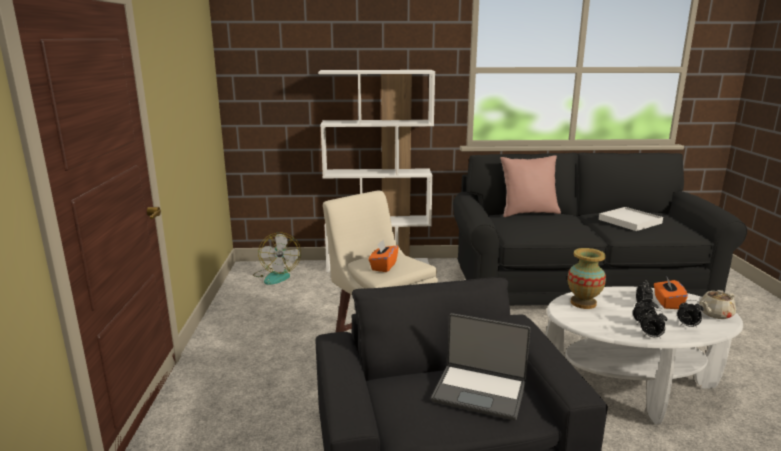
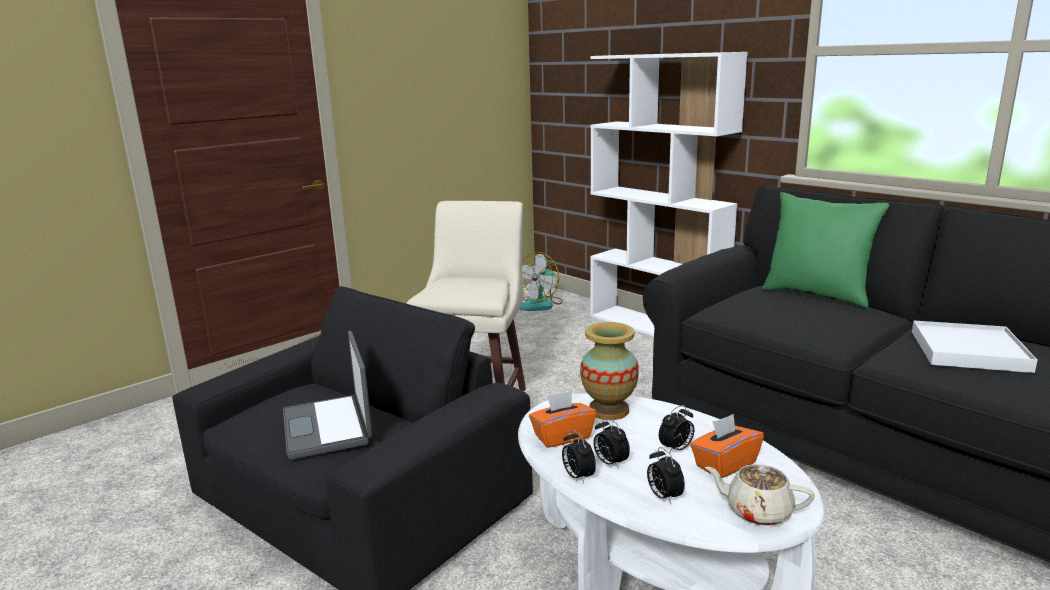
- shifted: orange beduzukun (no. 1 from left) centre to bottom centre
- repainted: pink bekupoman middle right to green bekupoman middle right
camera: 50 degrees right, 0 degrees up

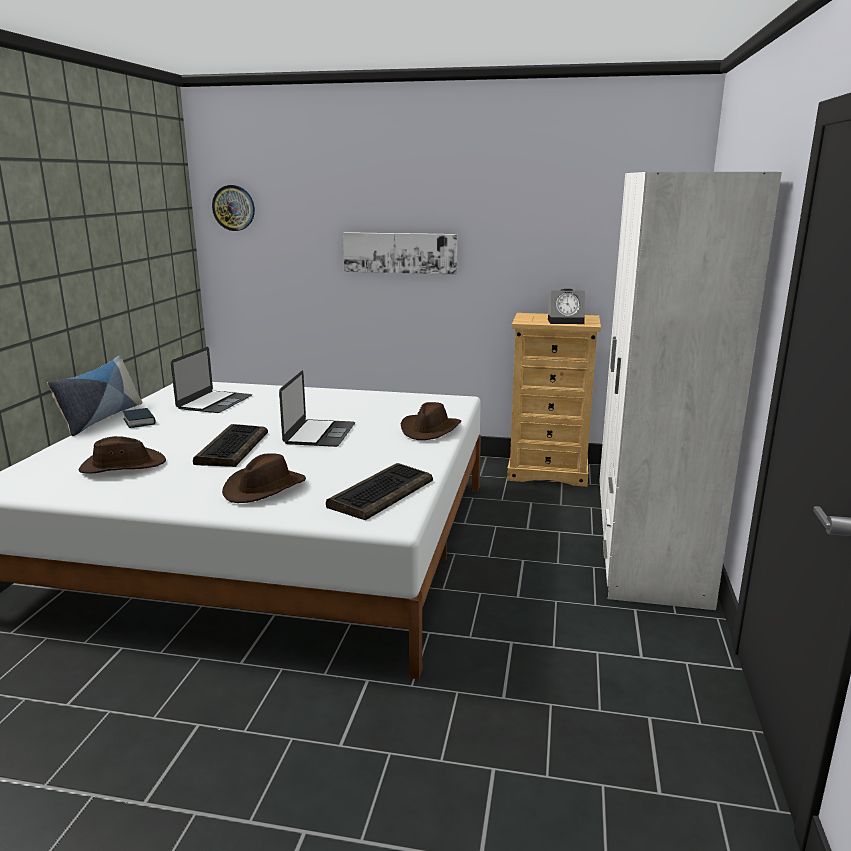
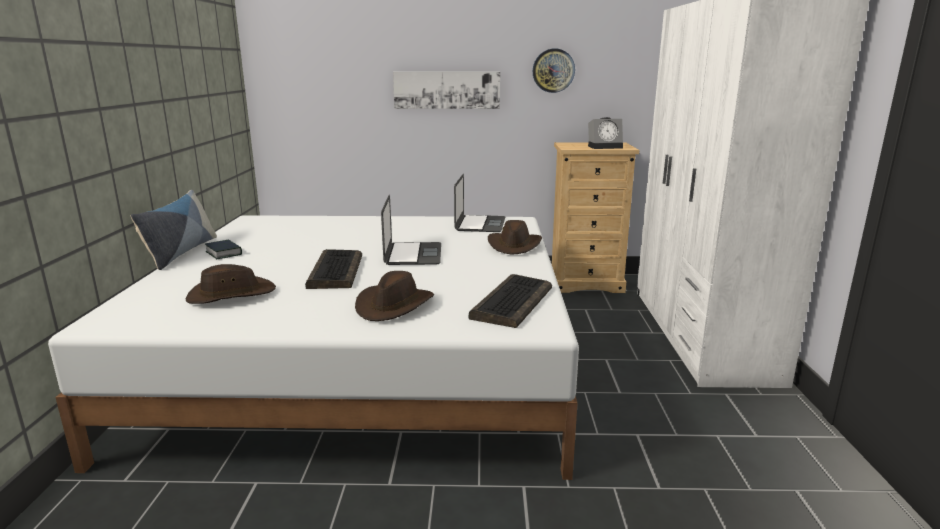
- shifted: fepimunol (no. 1 from left in the first image) middle left to fepimunol (no. 2 from left) centre
- shifted: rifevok top left to top centre
camera: 10 degrees left, 0 degrees up

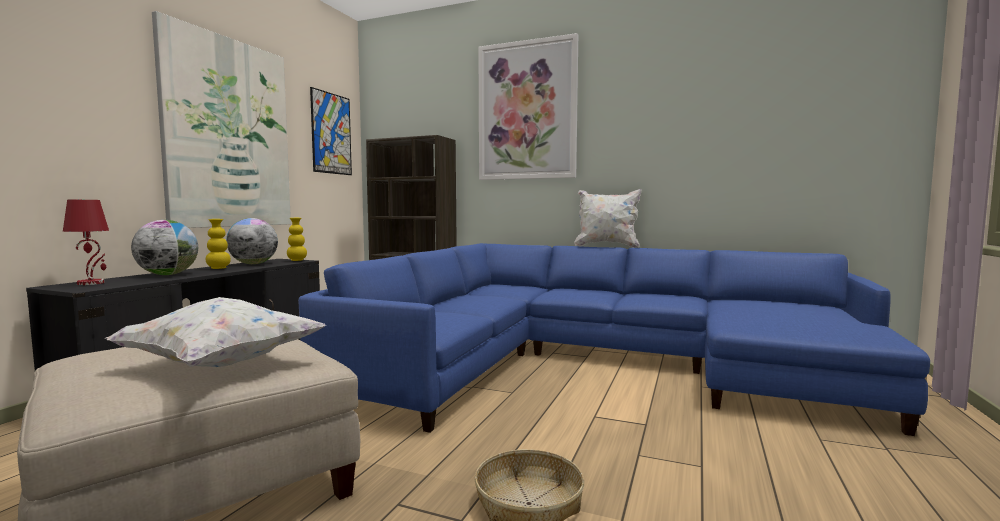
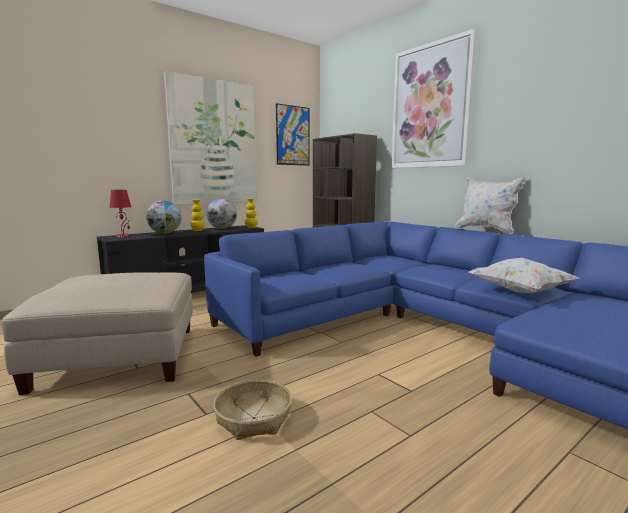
- shifted: white bekupoman (no. 1 from left in the first image) middle left to white bekupoman (no. 2 from left) middle right
camera: 30 degrees right, 5 degrees up

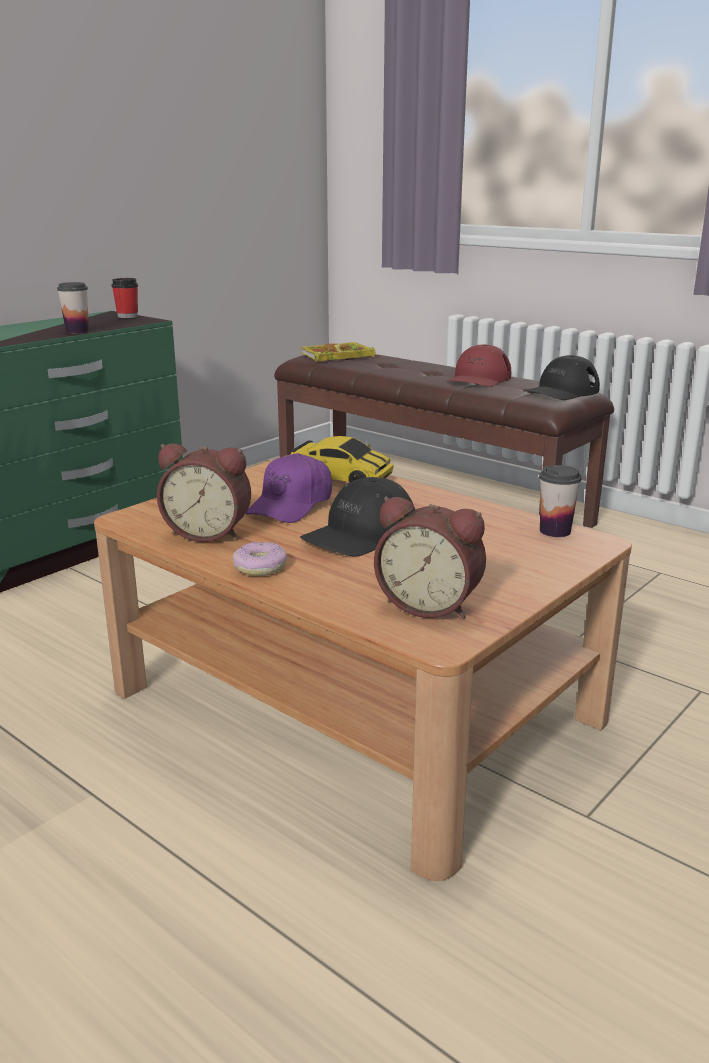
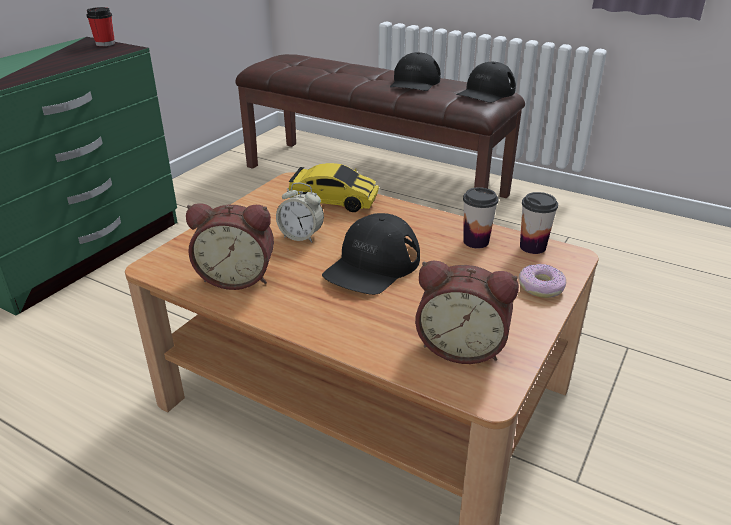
- shifted: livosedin (no. 1 from left in the first image) top left to livosedin (no. 2 from left) centre
- shifted: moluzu centre to middle right
- swapped: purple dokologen centre to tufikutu (no. 2 from left) centre
- gone: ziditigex top centre
- repainted: red dokologen middle right to black dokologen (no. 2 from left) top centre
camera: 10 degrees left, 10 degrees up

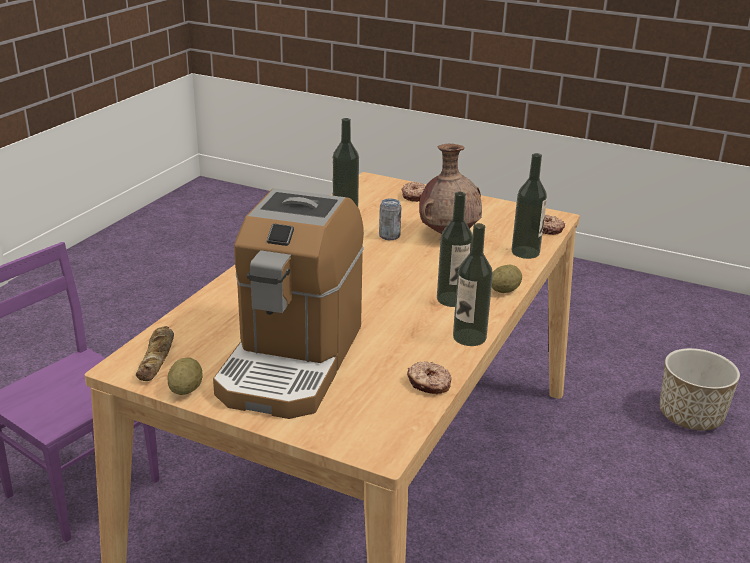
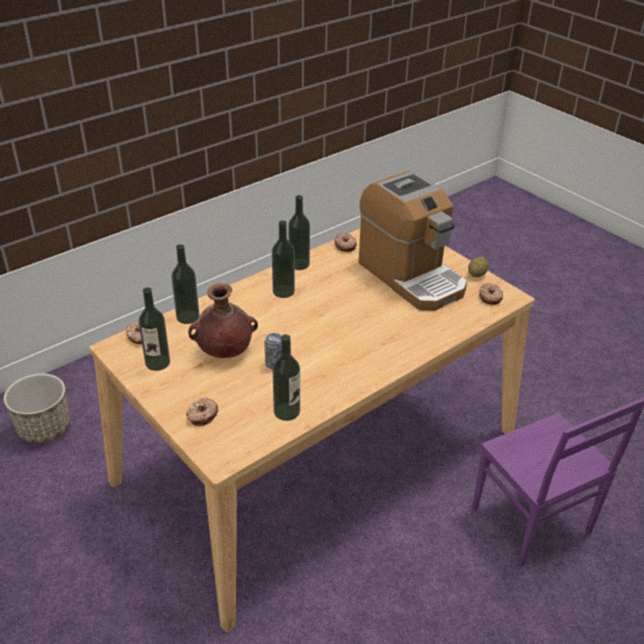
- swapped: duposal middle left to moluzu (no. 4 from left) middle right
- rotated: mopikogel centre = centre 105 degrees clockwise
- gone: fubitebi (no. 2 from left) middle right
- new: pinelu (no. 1 from left) middle left
camera: 155 degrees left, 10 degrees up

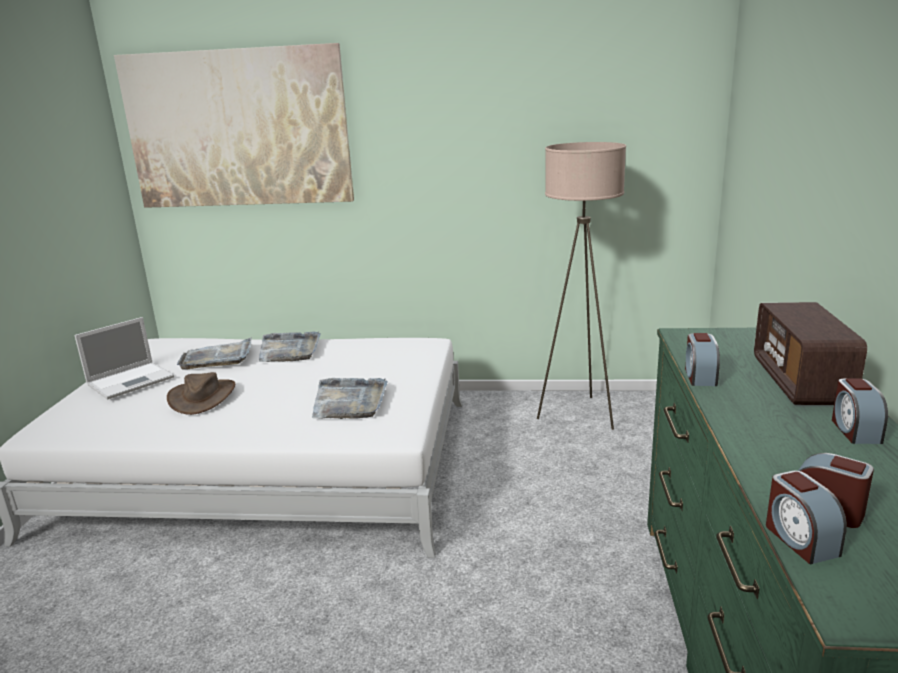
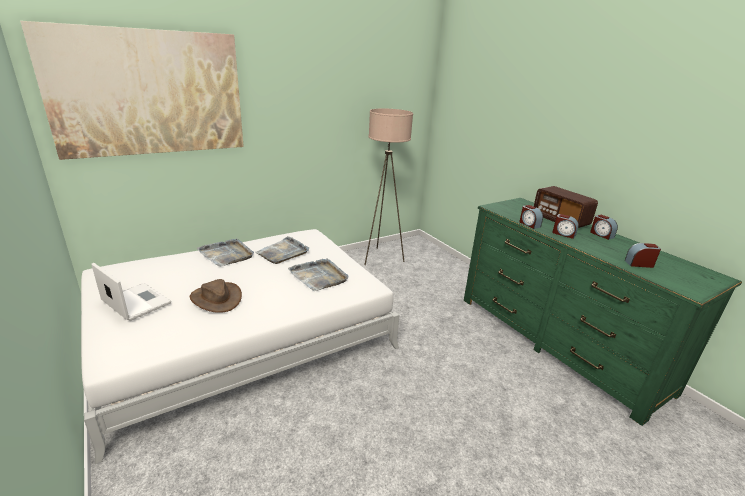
- rotated: fepimunol middle left = middle left 60 degrees counterclockwise
- shifted: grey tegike (no. 1 from left in the first image) middle left to grey tegike (no. 2 from left) centre
- shifted: tufikutu (no. 2 from left) bottom right to middle right
camera: 40 degrees left, 5 degrees up

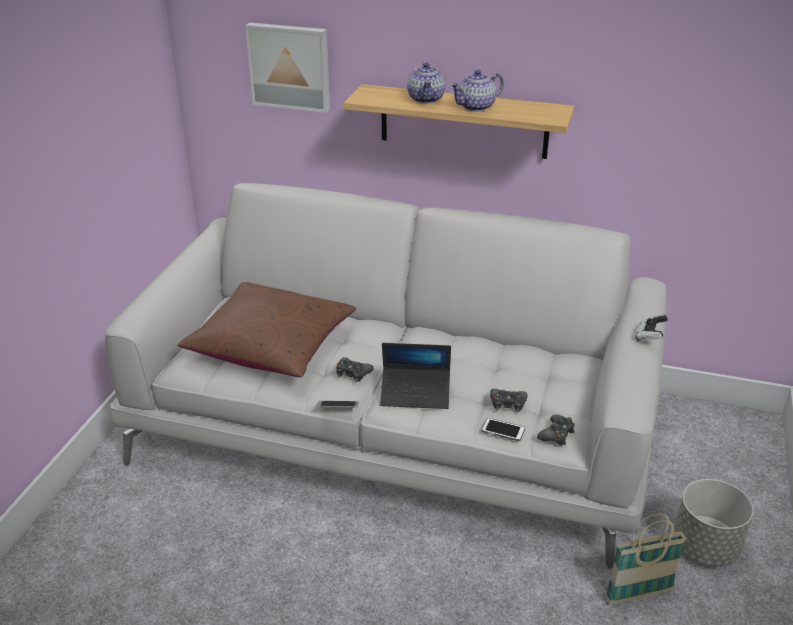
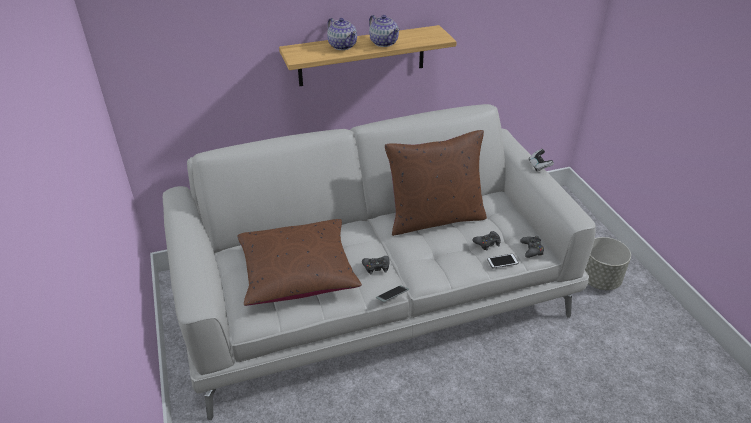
- gone: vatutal top centre
- gone: fepimunol centre
- rotated: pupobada (no. 2 from left) top centre = top centre 60 degrees counterclockwise
- gone: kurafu bottom right
- new: brown bekupoman (no. 2 from left) centre
camera: 35 degrees left, 5 degrees up

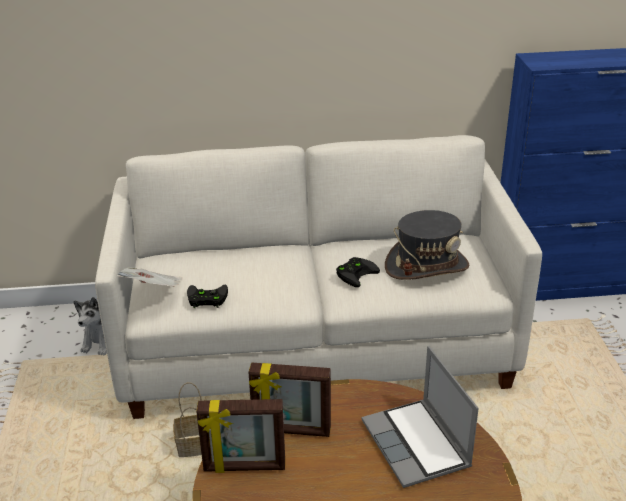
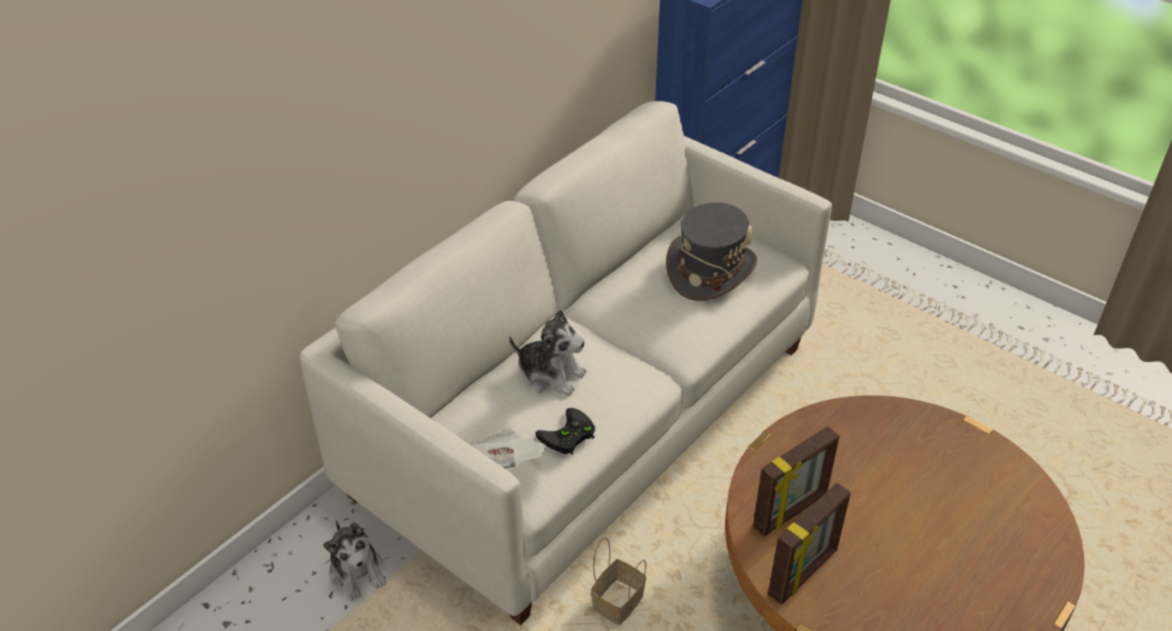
- gone: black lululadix (no. 2 from left) centre
- gone: fepimunol bottom right
- new: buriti (no. 2 from left) centre
camera: 45 degrees left, 10 degrees up

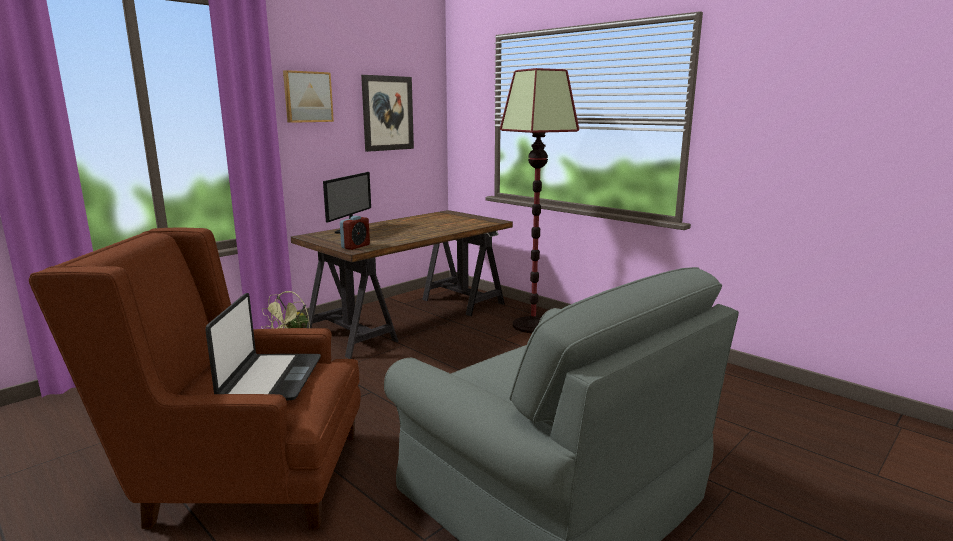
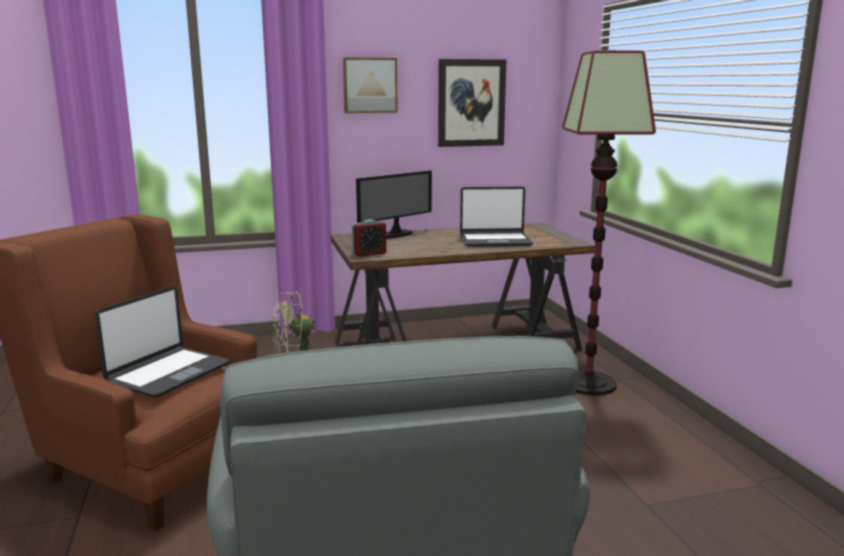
- new: fepimunol (no. 2 from left) centre
camera: 30 degrees right, 0 degrees up

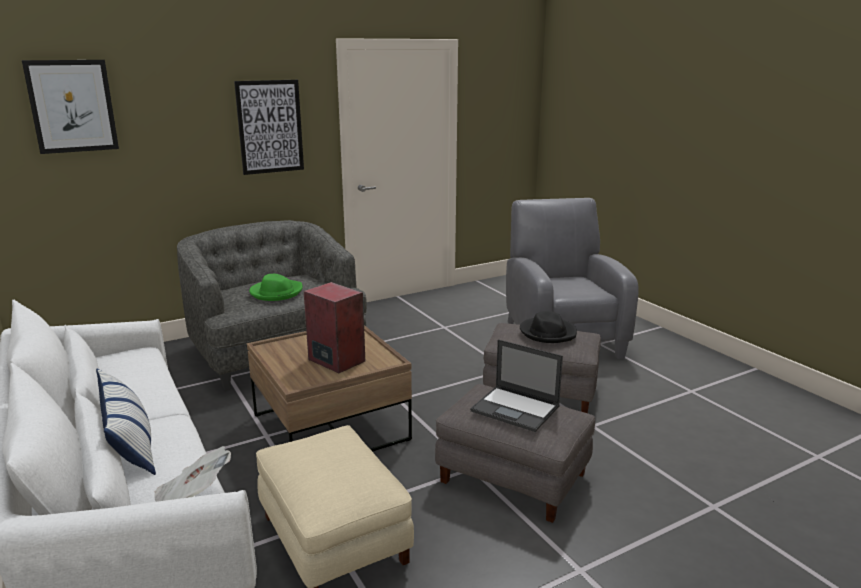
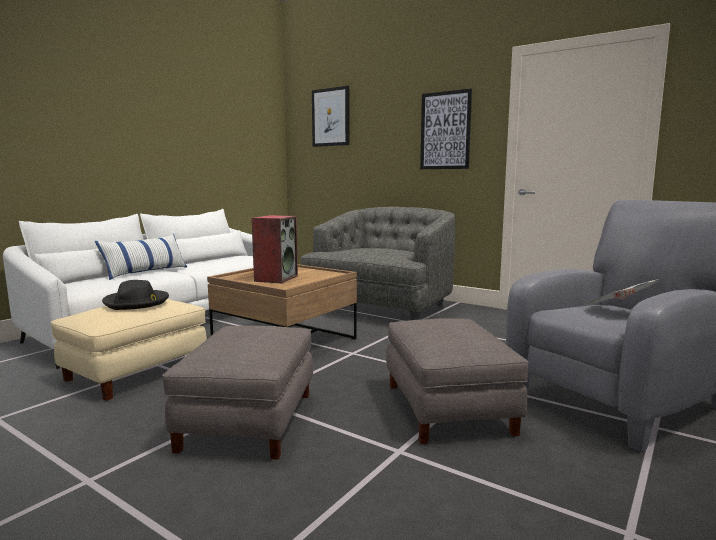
- shifted: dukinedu bottom left to middle right
- gone: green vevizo middle left
- gone: fepimunol centre
- shifted: black vevizo centre to middle left
camera: 65 degrees right, 10 degrees down

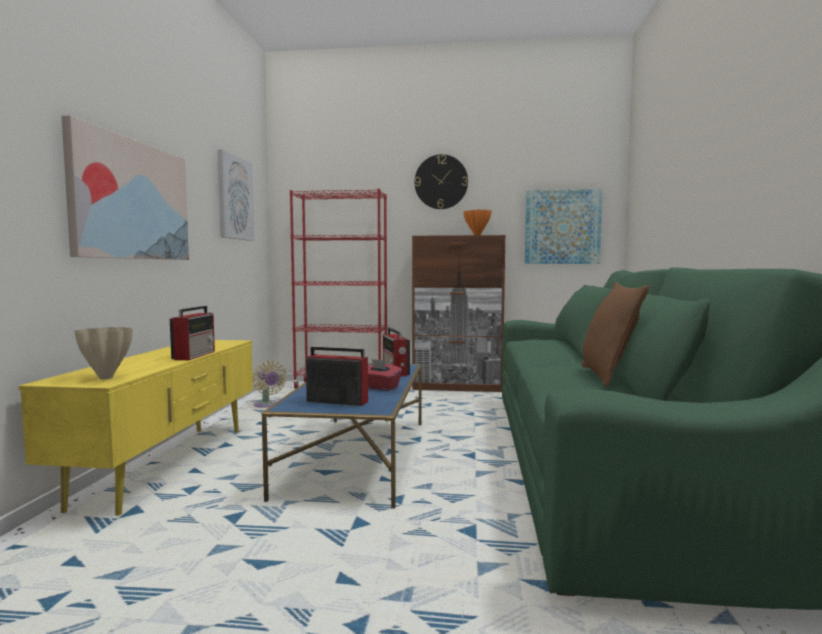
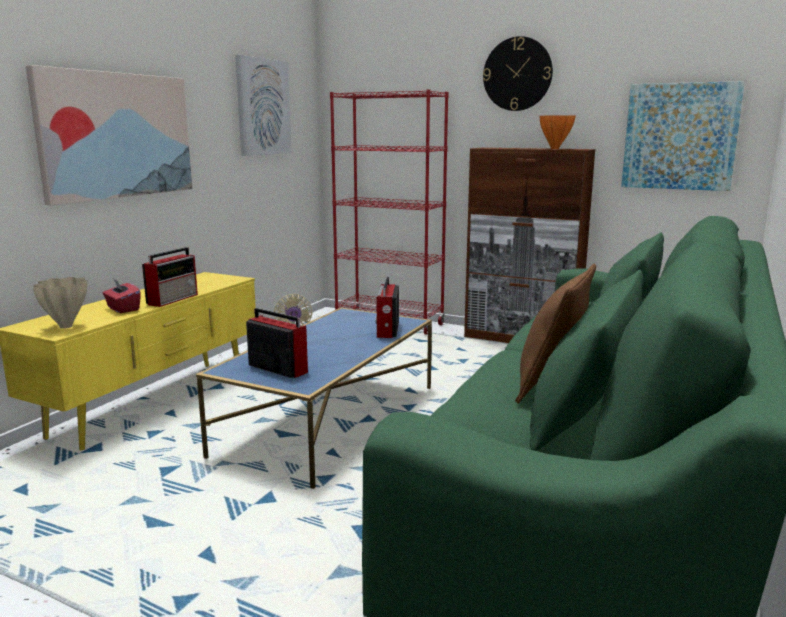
- shifted: red beduzukun centre to middle left
camera: 20 degrees right, 10 degrees up

